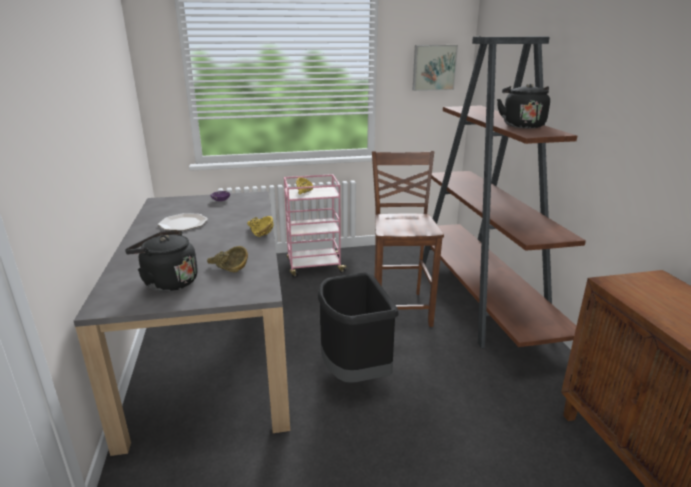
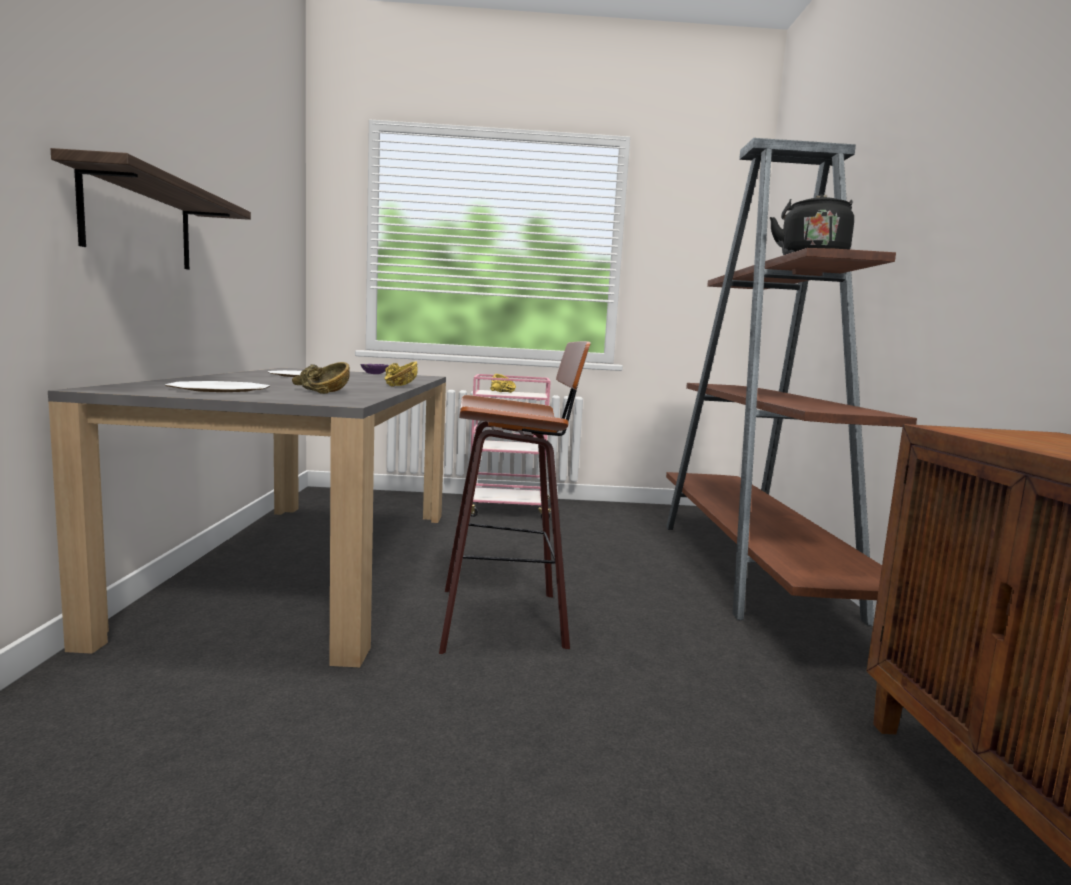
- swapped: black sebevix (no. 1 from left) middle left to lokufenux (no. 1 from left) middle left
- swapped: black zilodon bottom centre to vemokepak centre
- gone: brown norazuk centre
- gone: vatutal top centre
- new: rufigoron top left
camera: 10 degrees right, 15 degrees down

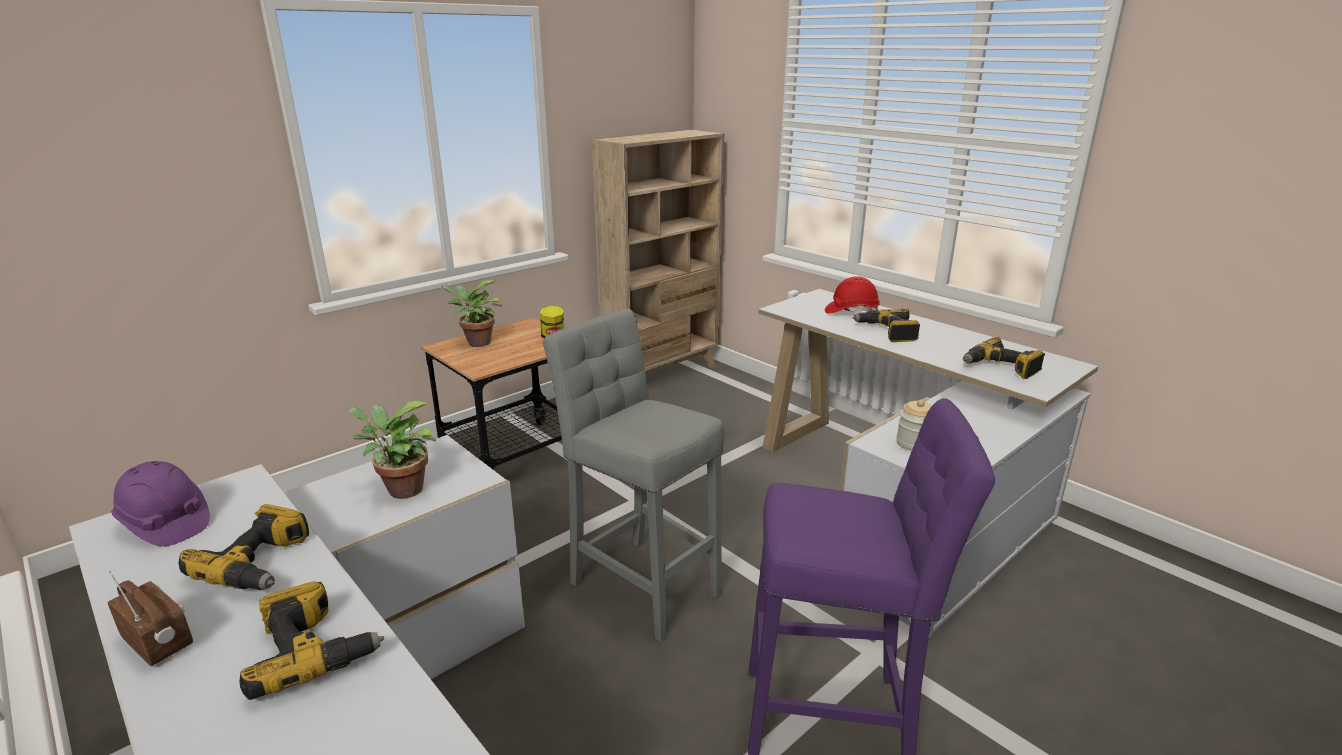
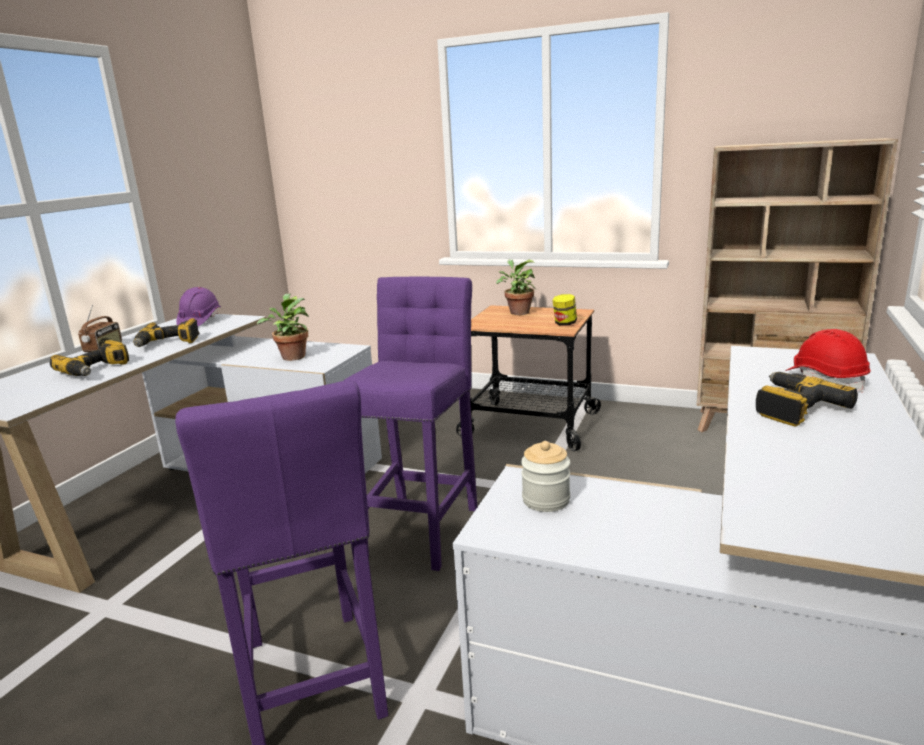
- repainted: grey vemokepak centre to purple vemokepak (no. 2 from left) centre
- gone: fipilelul (no. 4 from left) middle right
camera: 65 degrees right, 5 degrees down

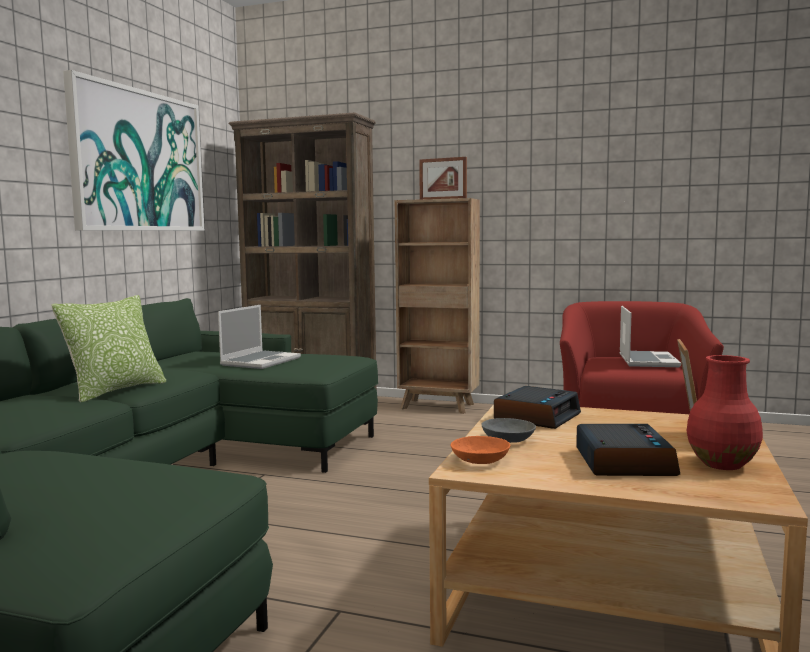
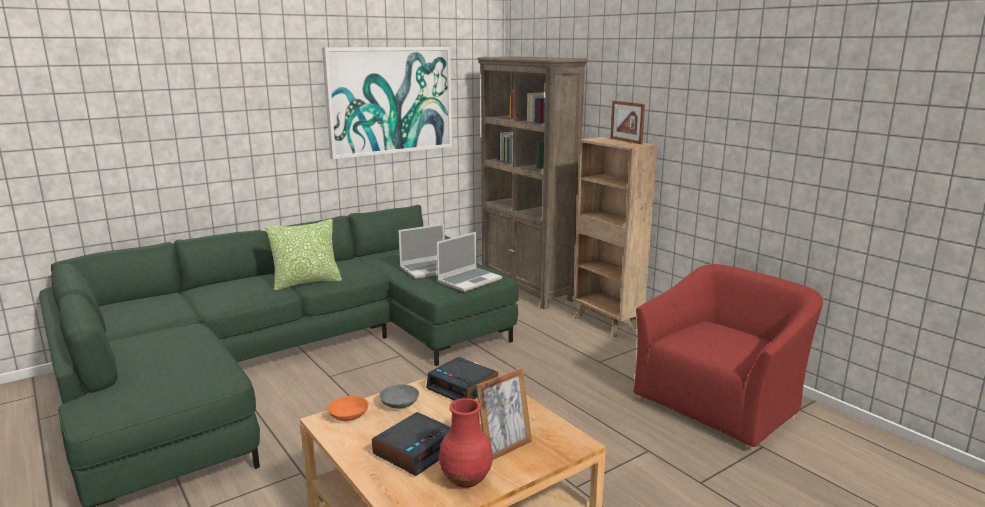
- rotated: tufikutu (no. 1 from left in the first image) centre = bottom centre 60 degrees clockwise
- shifted: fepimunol (no. 2 from left) middle right to centre
camera: 35 degrees right, 10 degrees up

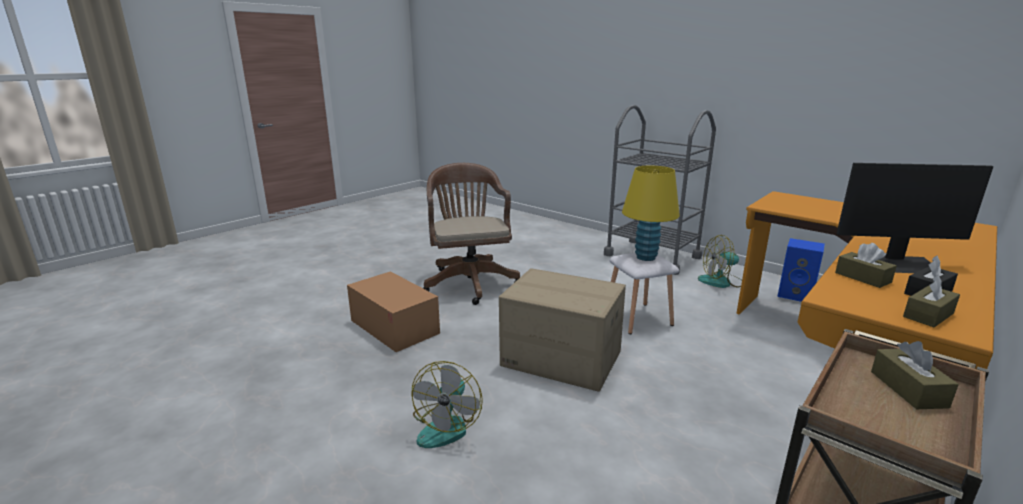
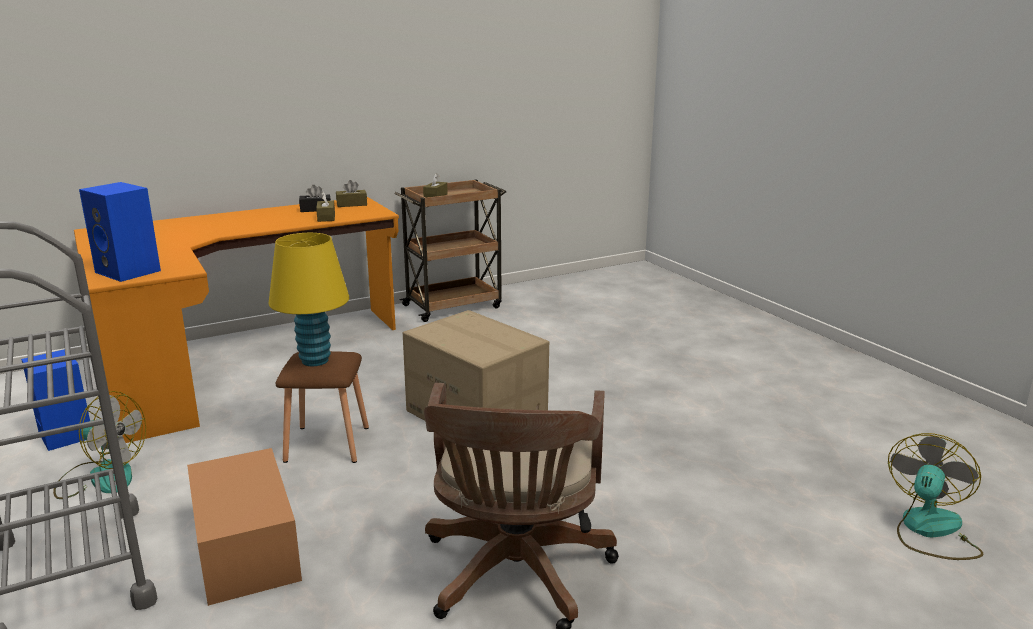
- shifted: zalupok (no. 1 from left) centre to bottom left
- shifted: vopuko (no. 1 from left in the first image) bottom centre to vopuko (no. 2 from left) bottom right
- repainted: white vemokepak centre to brown vemokepak middle left
- gone: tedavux middle right
- new: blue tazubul (no. 2 from left) middle left
camera: 160 degrees left, 0 degrees up

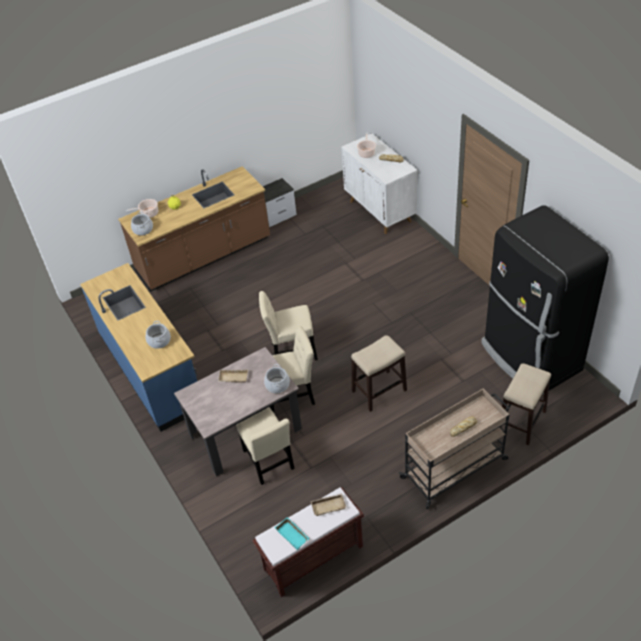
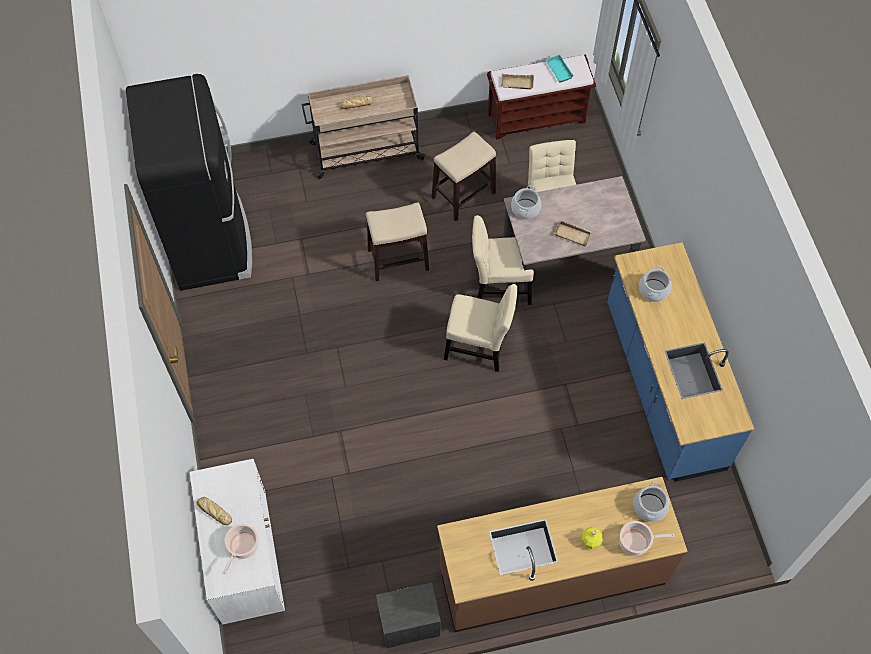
- shifted: vemokepak (no. 2 from left) middle right to top centre
camera: 165 degrees left, 15 degrees up

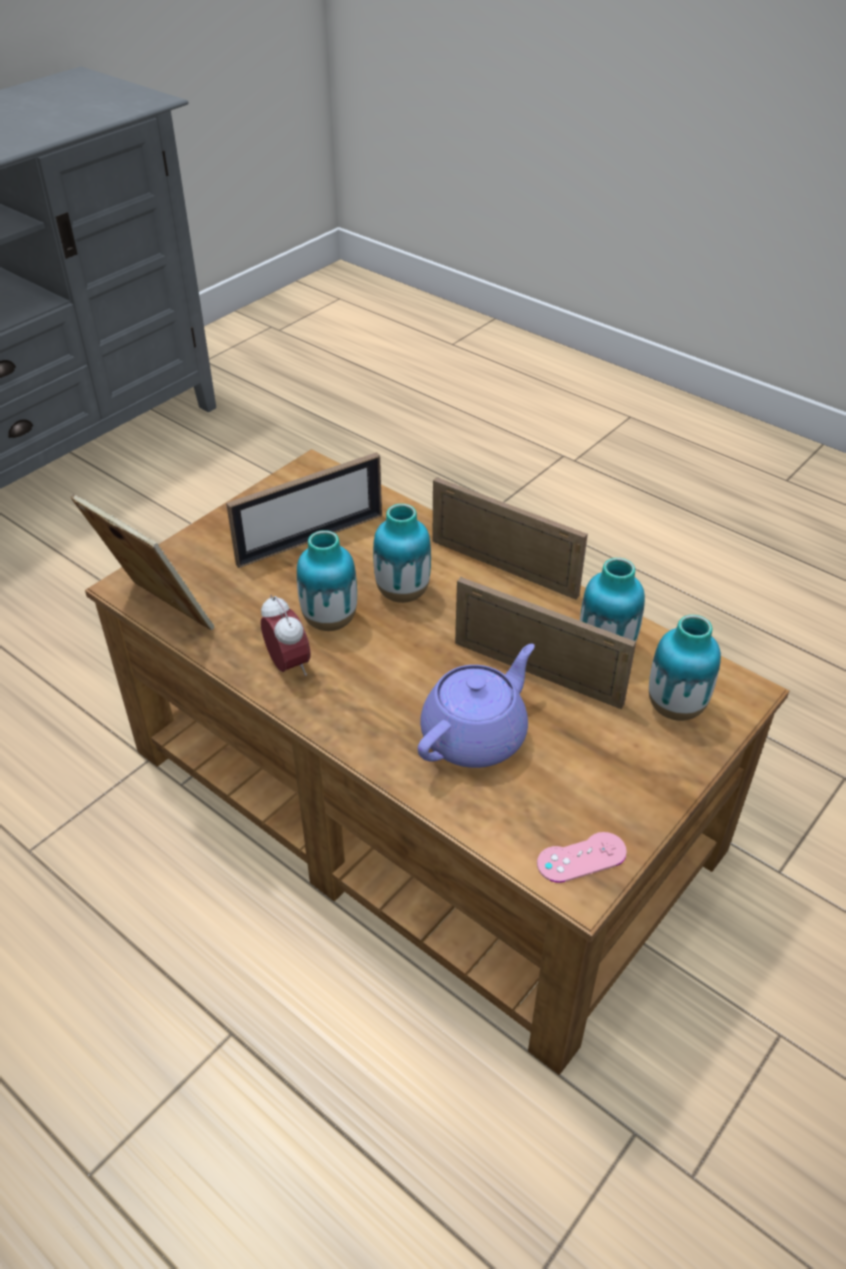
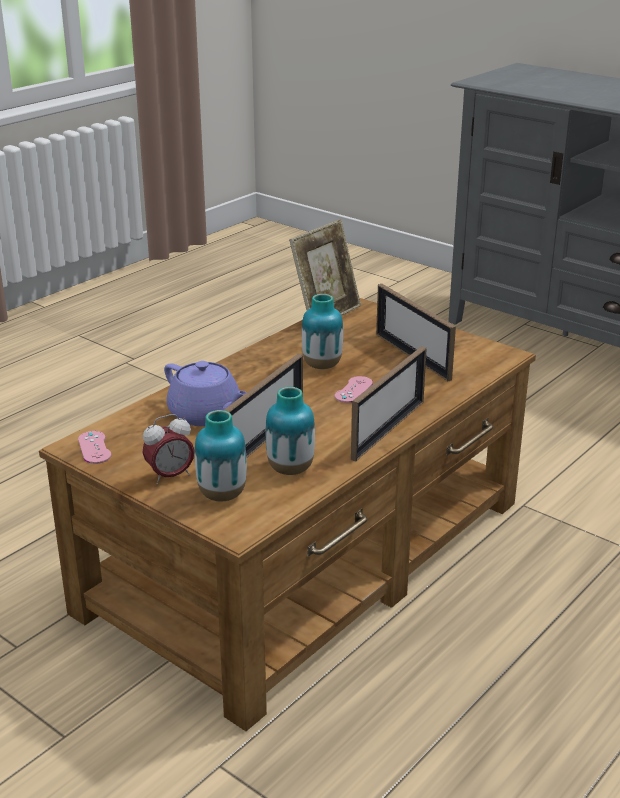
- shifted: tufikutu centre to middle left
- swapped: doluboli (no. 2 from left) centre to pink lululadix (no. 2 from left) centre
camera: 90 degrees right, 15 degrees down

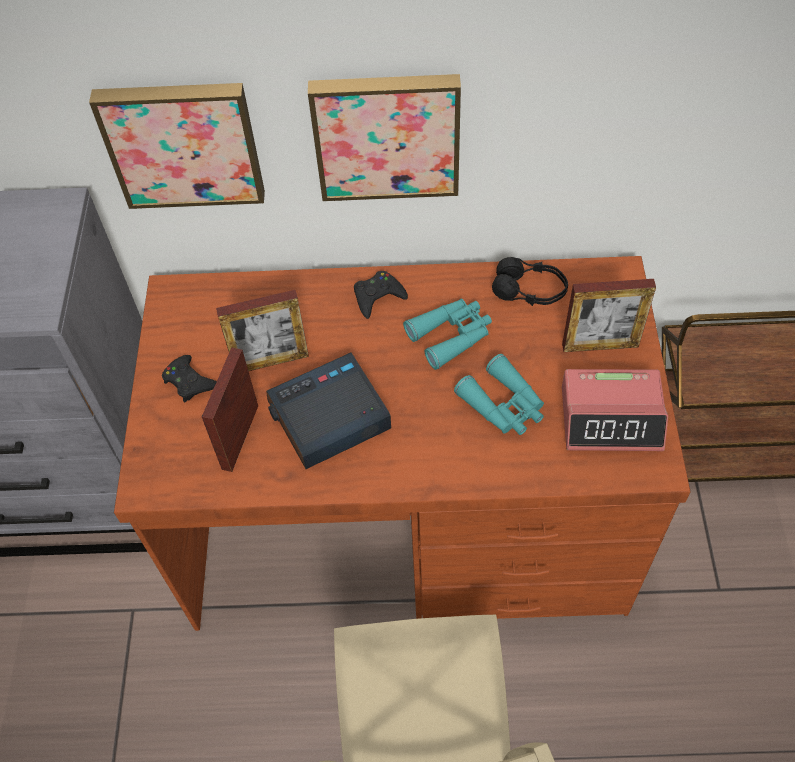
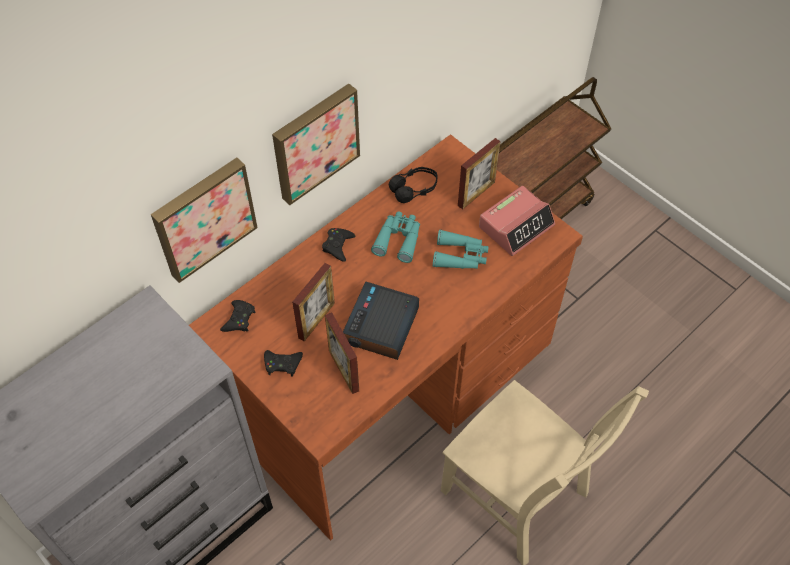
- new: black lululadix (no. 1 from left) middle left
camera: 45 degrees left, 0 degrees up

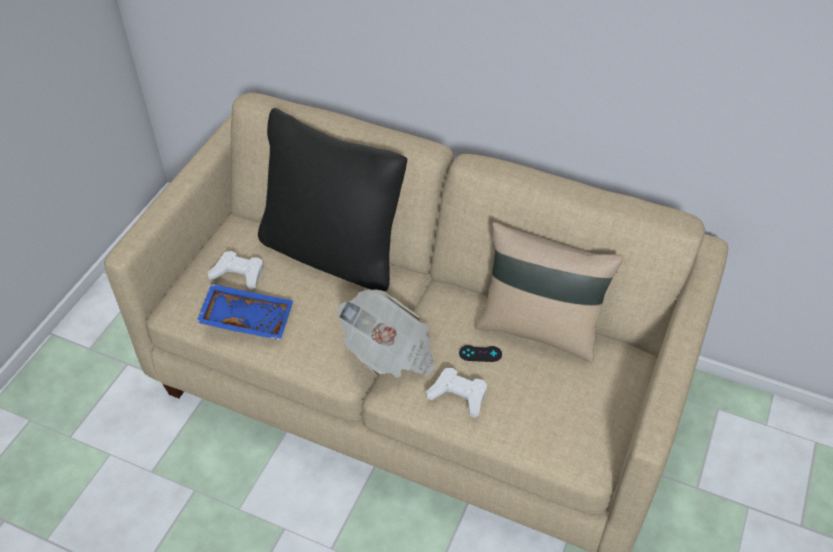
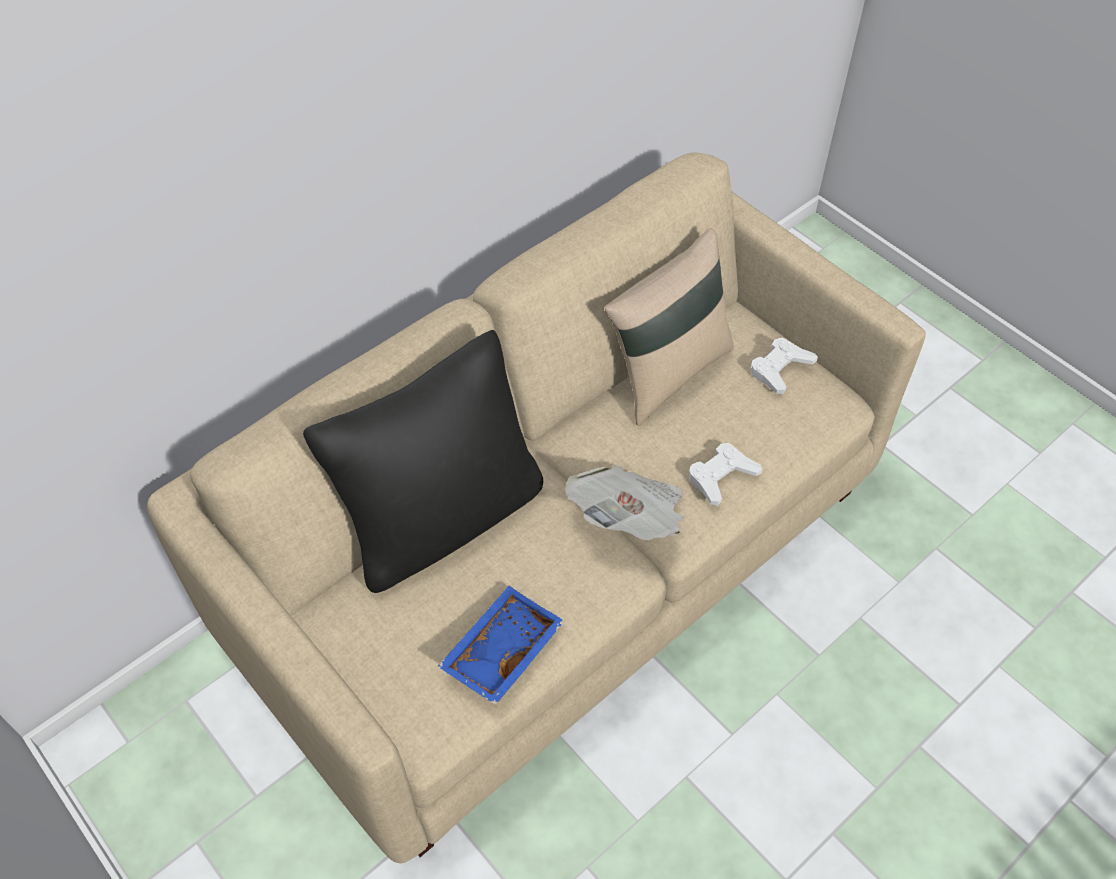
- shifted: white lululadix (no. 1 from left in the first image) middle left to white lululadix (no. 2 from left) middle right
- gone: black lululadix centre
camera: 65 degrees left, 5 degrees up

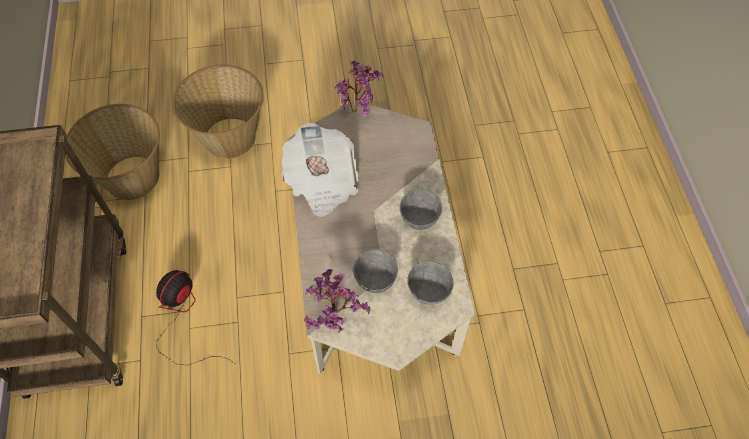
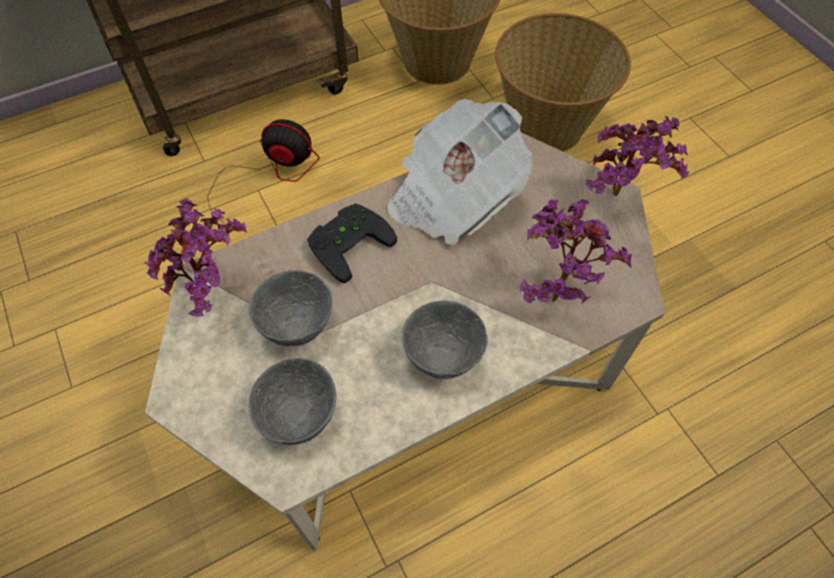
- new: black lululadix centre
- new: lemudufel (no. 2 from left) middle right
camera: 70 degrees right, 0 degrees up

